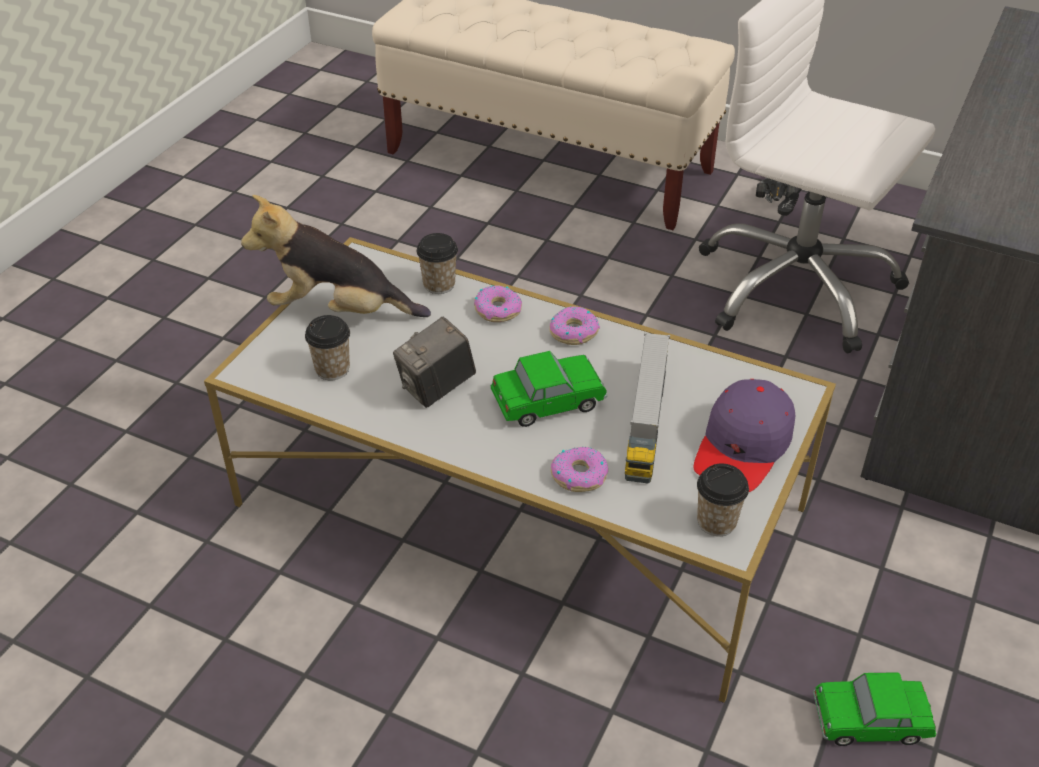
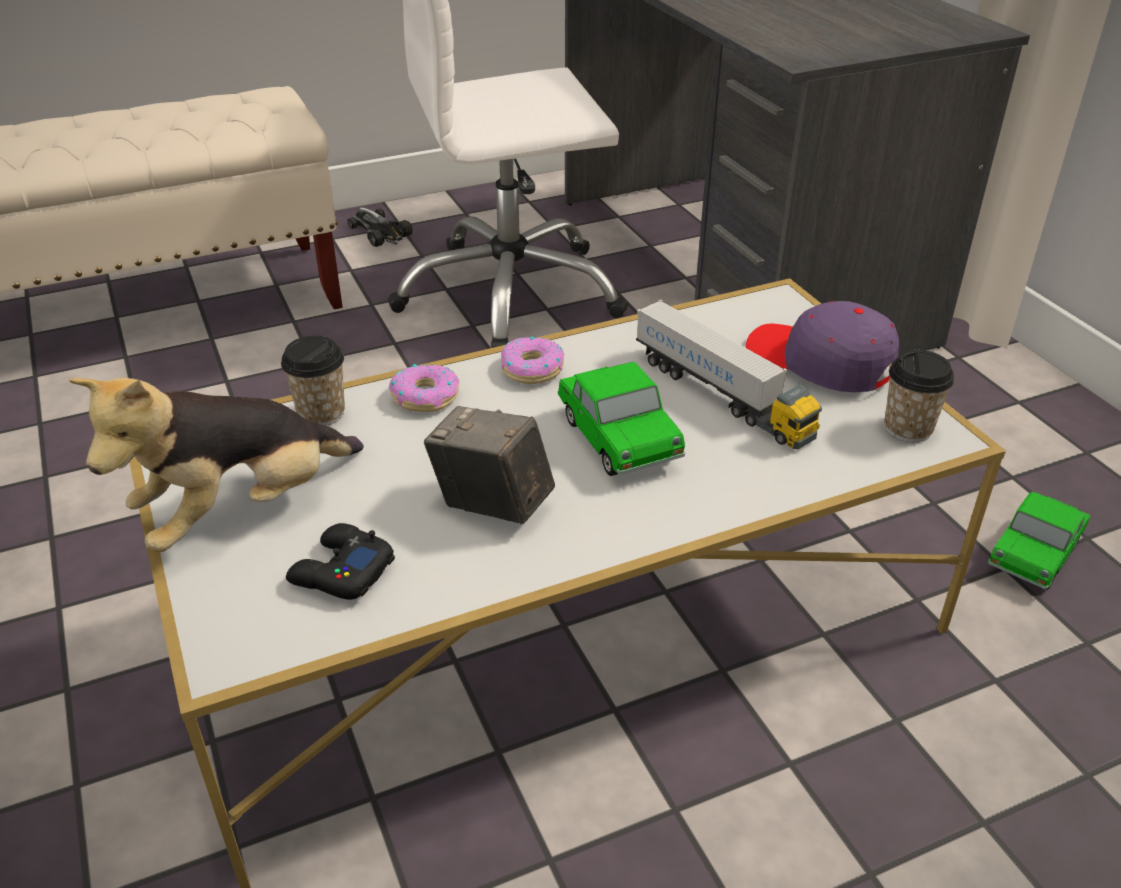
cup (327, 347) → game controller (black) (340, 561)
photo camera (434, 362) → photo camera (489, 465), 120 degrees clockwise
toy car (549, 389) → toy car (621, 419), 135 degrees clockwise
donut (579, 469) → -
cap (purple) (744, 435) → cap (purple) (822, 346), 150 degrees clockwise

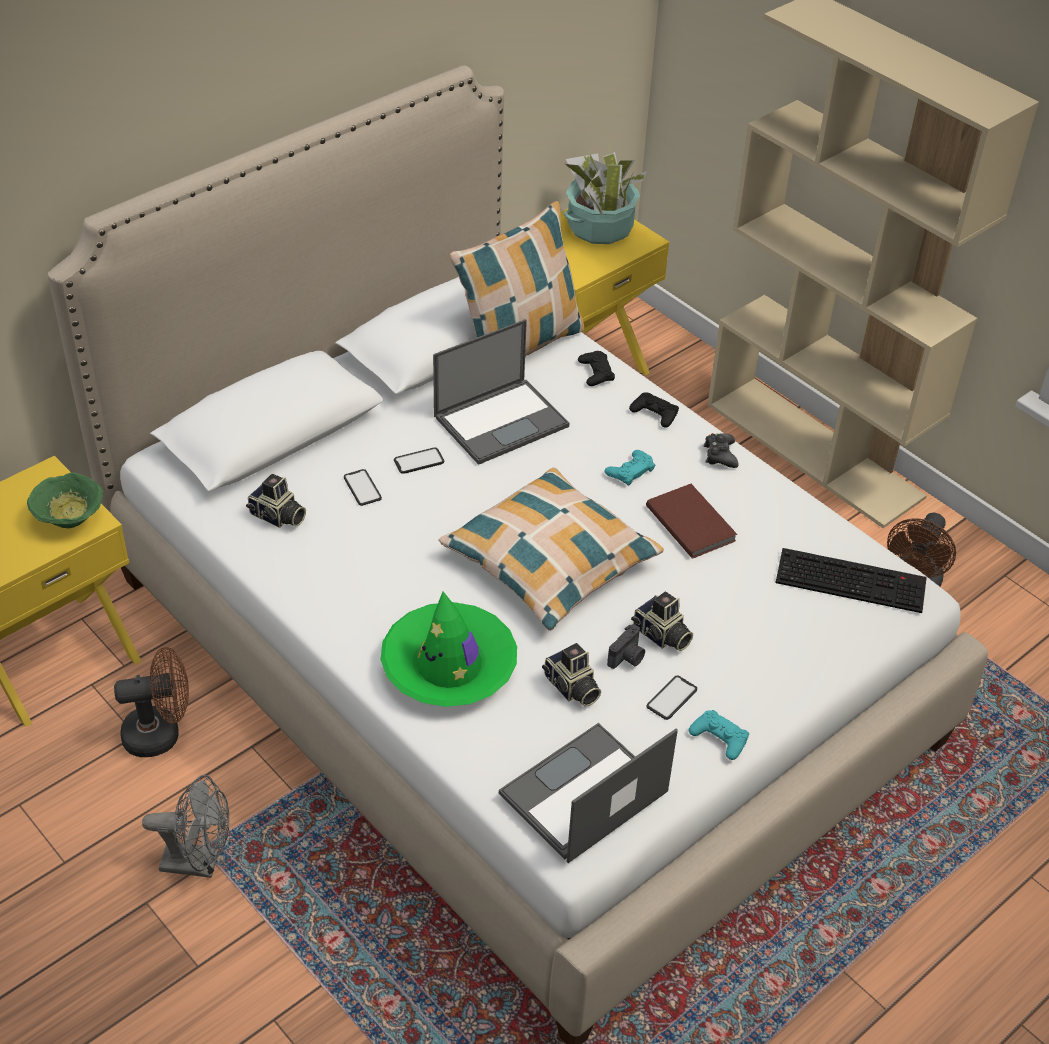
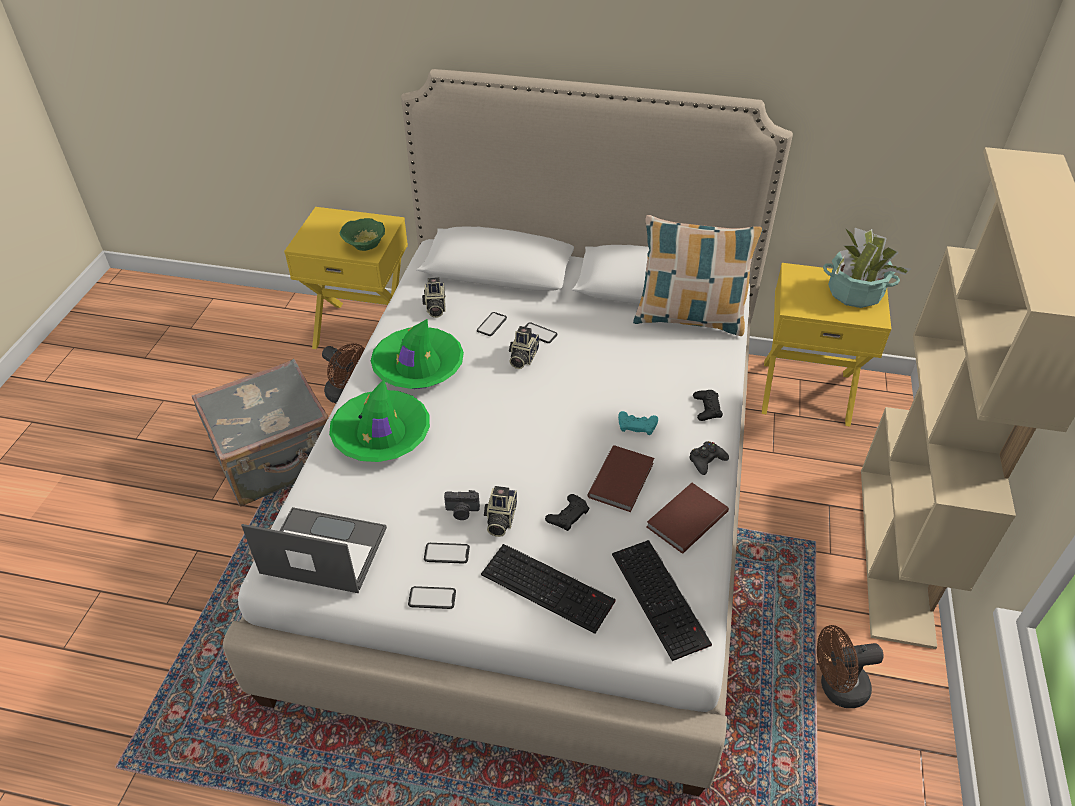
fan (grey) (186, 826) → suitcase (grey) (260, 433)
laptop (501, 392) → -
pillow (551, 549) → -
photo camera (571, 675) → photo camera (524, 347), relocated
game controller (black) (596, 368) → game controller (black) (567, 512), relocated
game controller (turquoise) (719, 735) → phone (432, 597)
- → hat (green) (417, 354)
- → keyboard (548, 589)
- → book (brown) (688, 518)

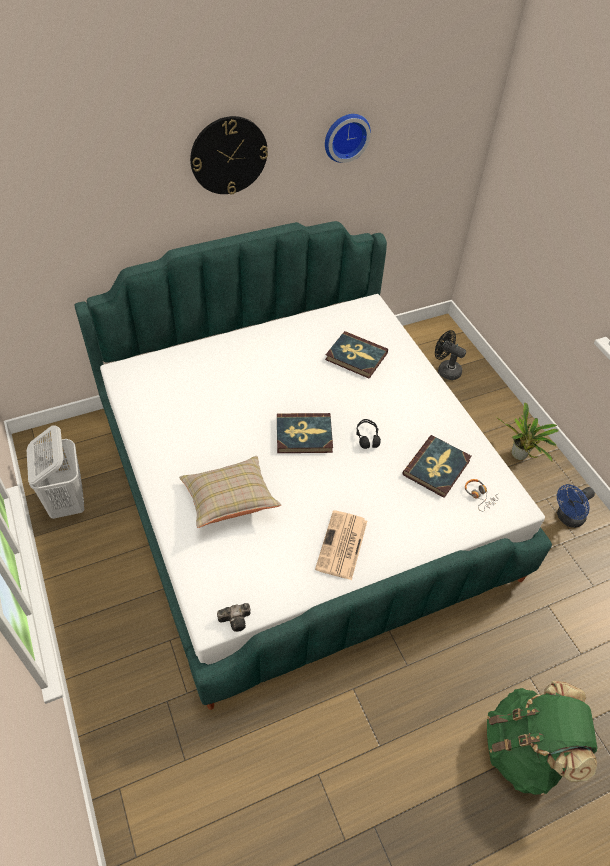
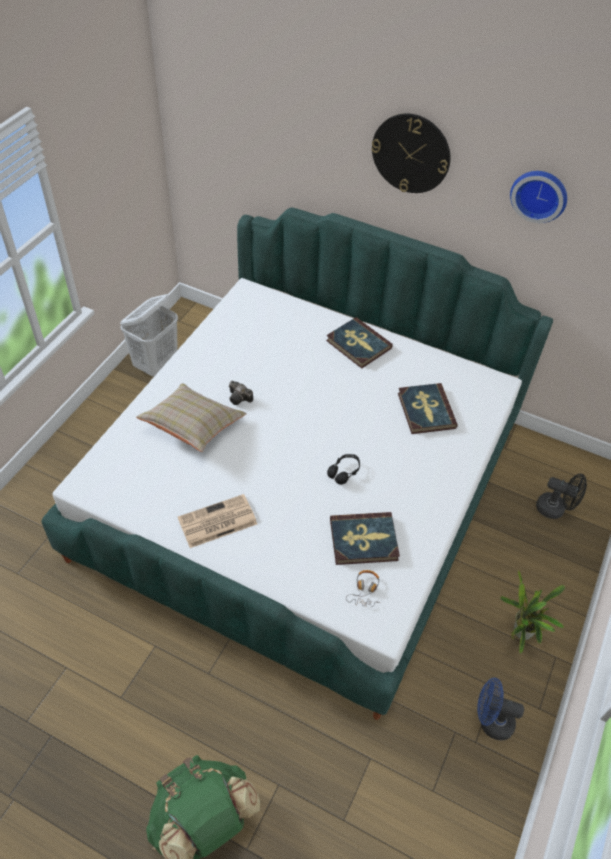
photo camera (234, 617) → photo camera (241, 393), relocated
book (305, 433) → book (359, 343), relocated
fan (black) (450, 355) → fan (black) (561, 496), 120 degrees clockwise

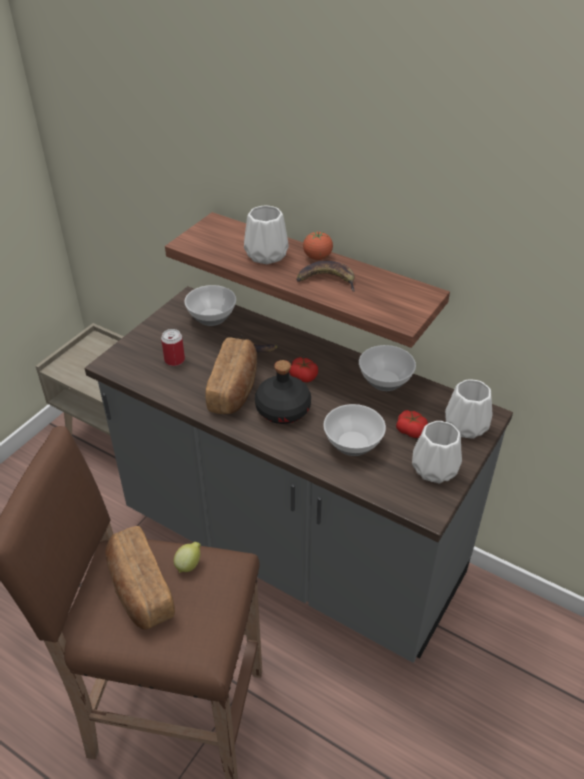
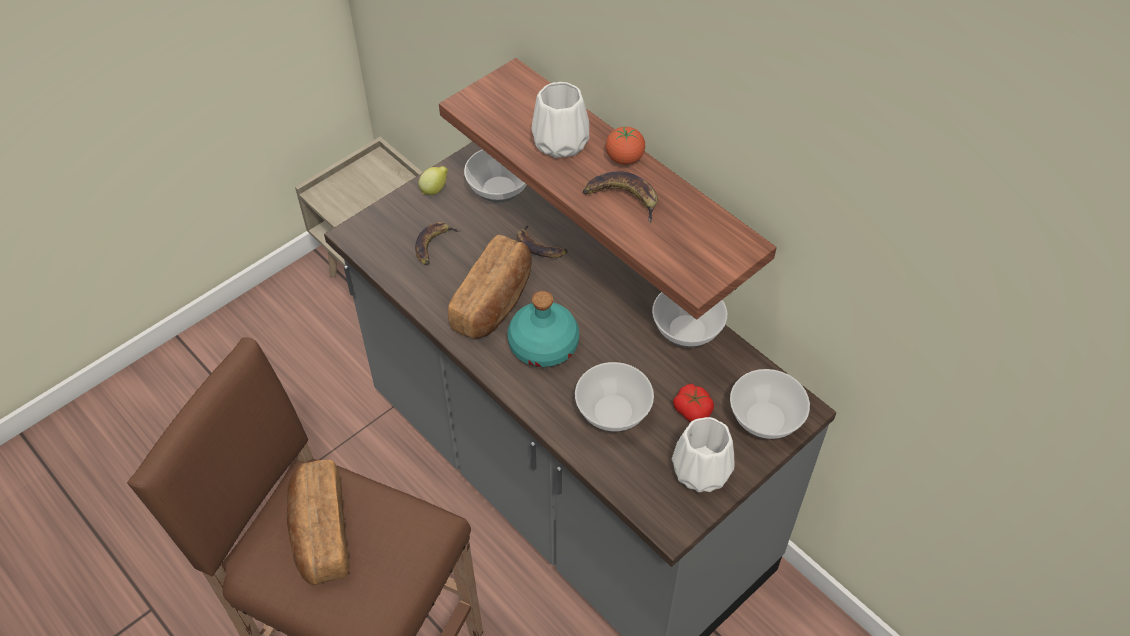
can (173, 347) → banana (438, 243)
lemon (187, 557) → lemon (433, 180), relocated
bottle (black) (283, 392) → bottle (turquoise) (543, 329)
tomato (303, 369) → -
vase (white) (468, 409) → bowl (770, 404)

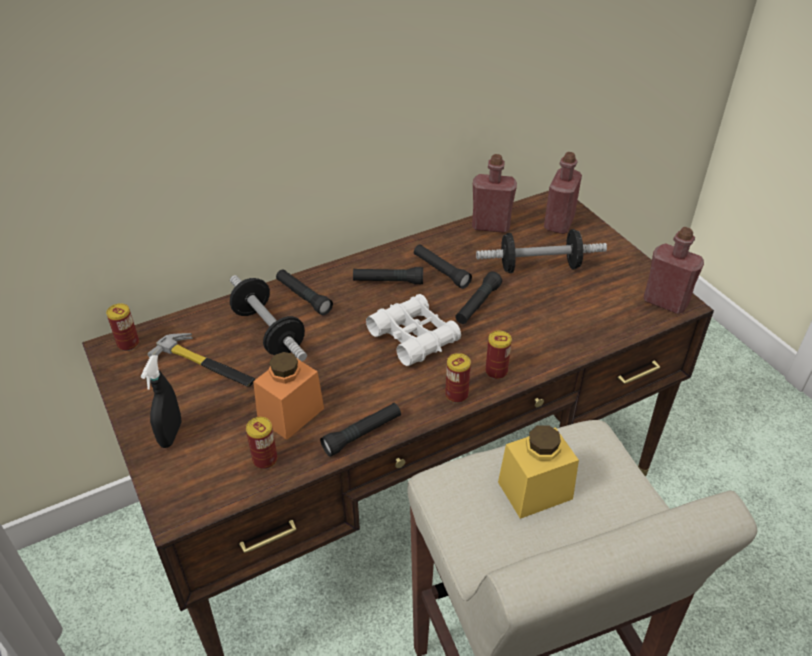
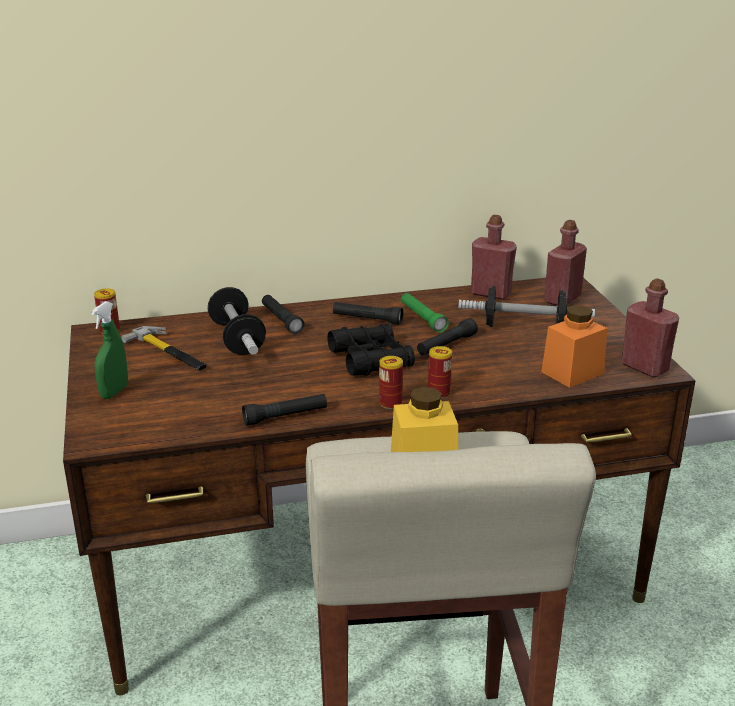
spray bottle (black) (161, 401) → spray bottle (green) (109, 350)
can (261, 443) → -
jar (orange) (288, 396) → jar (orange) (574, 346), relocated
binoculars (white) (413, 330) → binoculars (black) (371, 350)
flashlight (black) (443, 266) → flashlight (green) (425, 313)

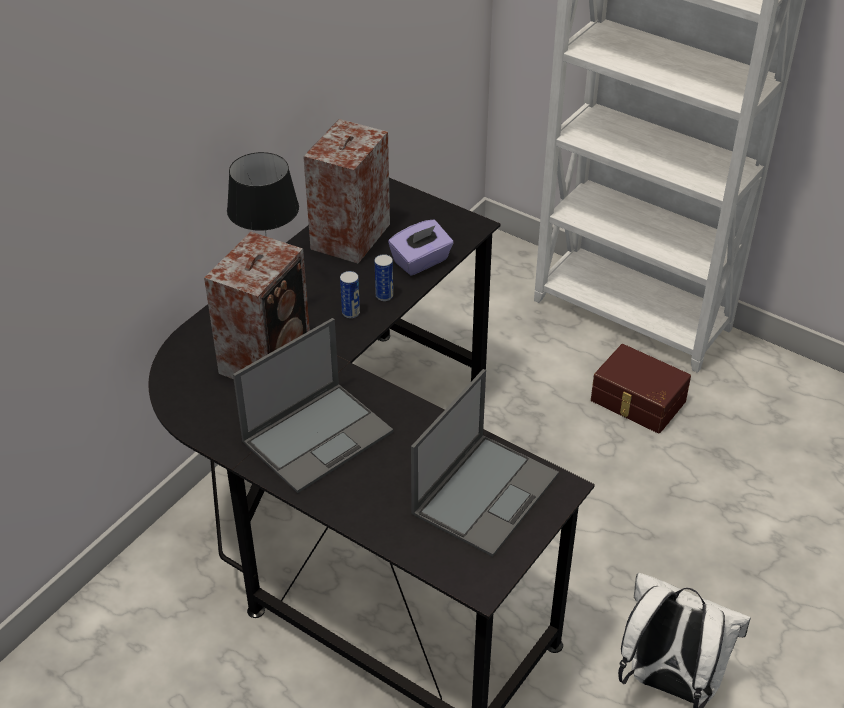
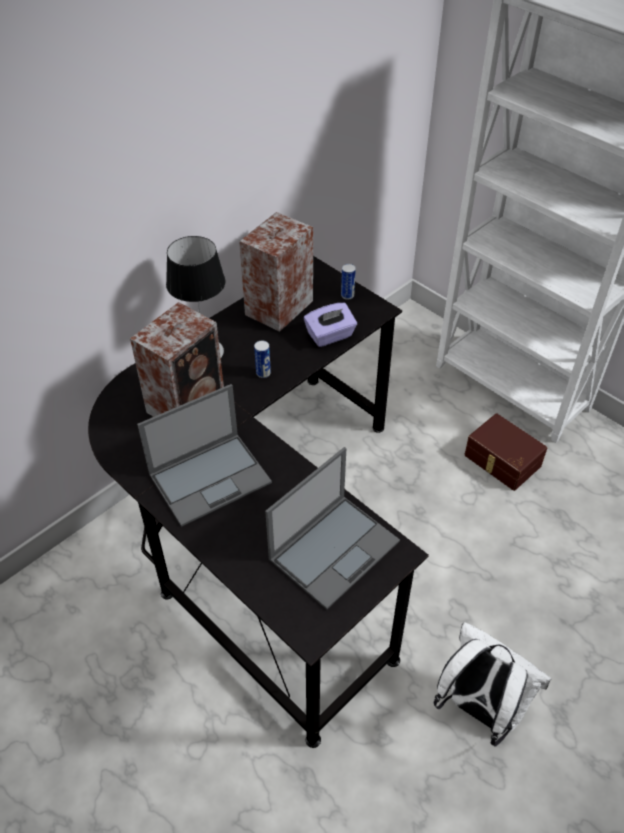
can (384, 277) → can (348, 282), relocated

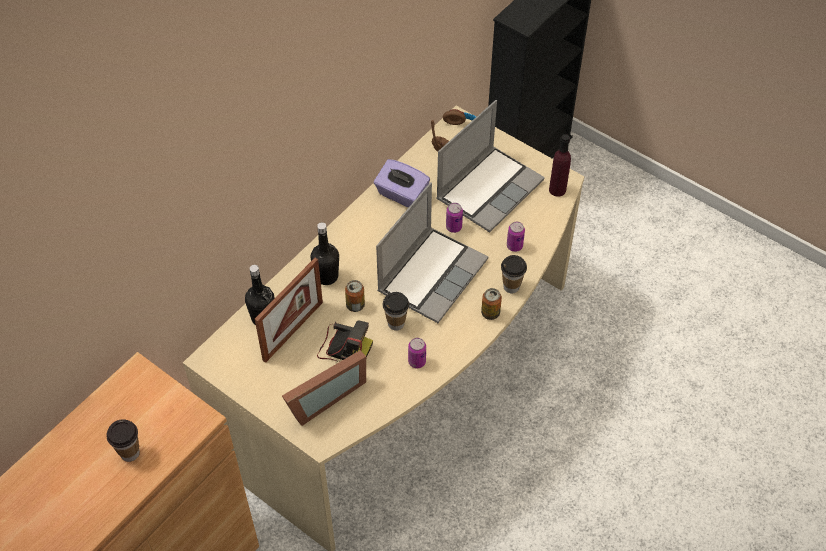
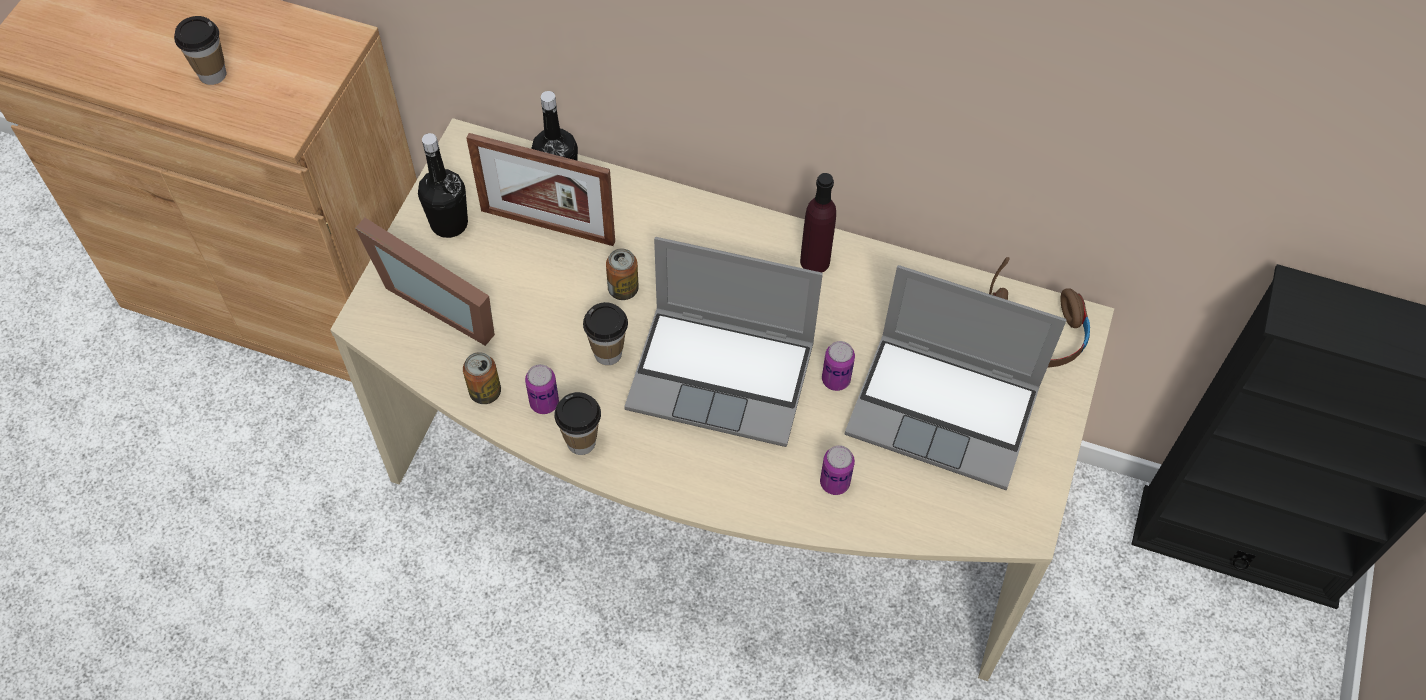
bottle (black) (325, 253) → bottle (black) (443, 185), relocated
photo camera (345, 341) → -
tissue box (purple) (402, 183) → -
can (491, 304) → can (482, 378), relocated
cup (514, 274) → cup (577, 423), relocated
bottle (purple) (560, 165) → bottle (purple) (818, 223), relocated

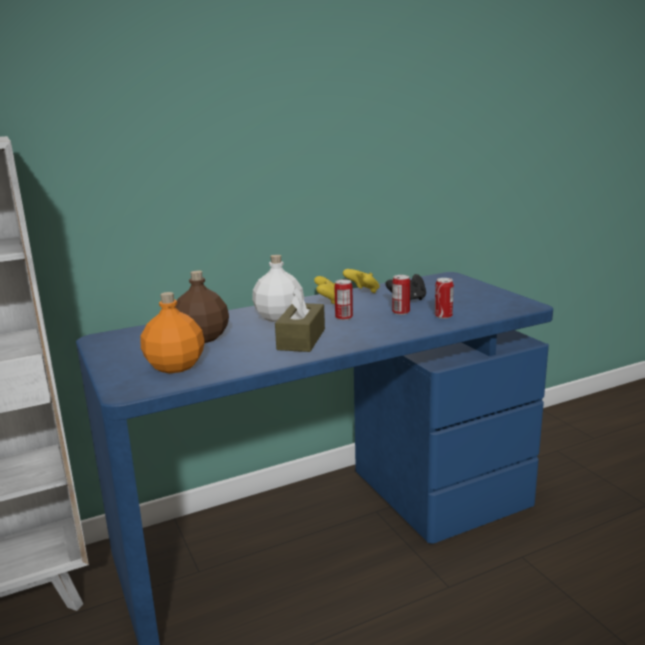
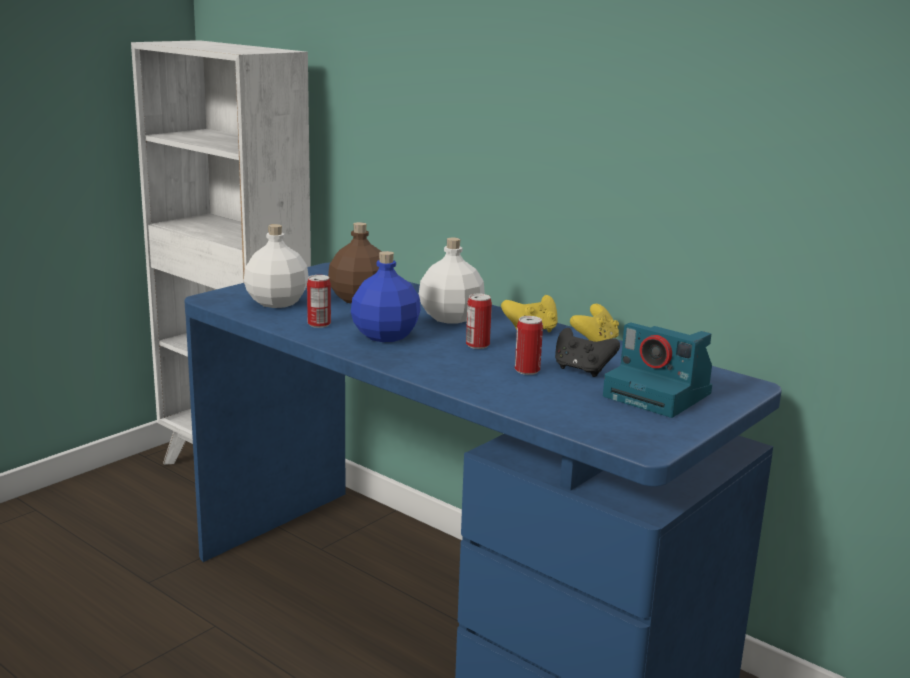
bottle (orange) (173, 332) → bottle (white) (276, 266)
tissue box (brown) (300, 319) → bottle (blue) (386, 296)
can (444, 298) → can (319, 301), relocated
- → photo camera (657, 370)

